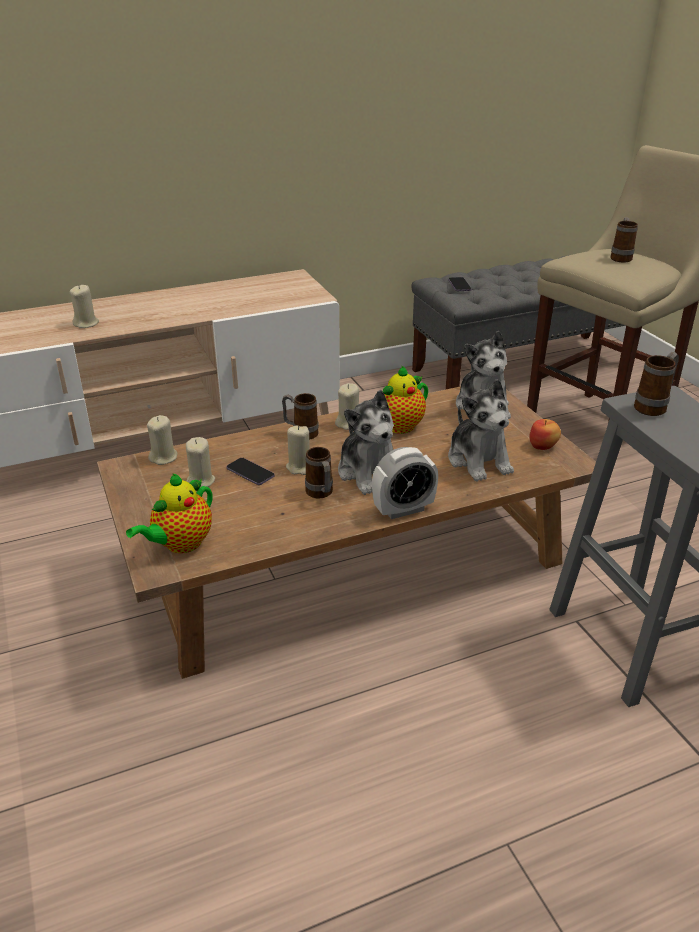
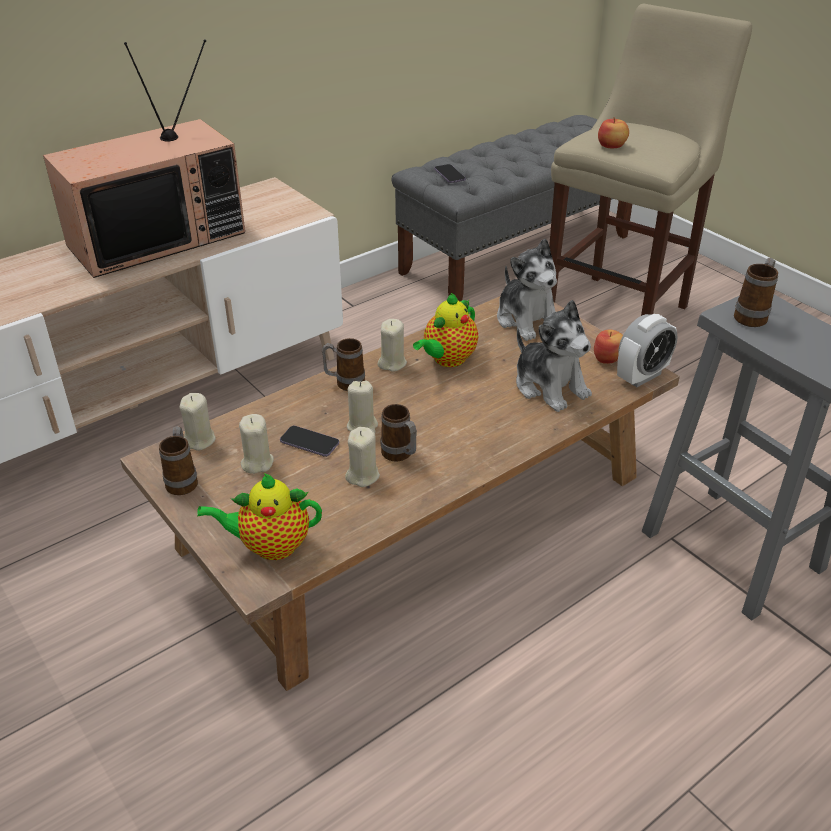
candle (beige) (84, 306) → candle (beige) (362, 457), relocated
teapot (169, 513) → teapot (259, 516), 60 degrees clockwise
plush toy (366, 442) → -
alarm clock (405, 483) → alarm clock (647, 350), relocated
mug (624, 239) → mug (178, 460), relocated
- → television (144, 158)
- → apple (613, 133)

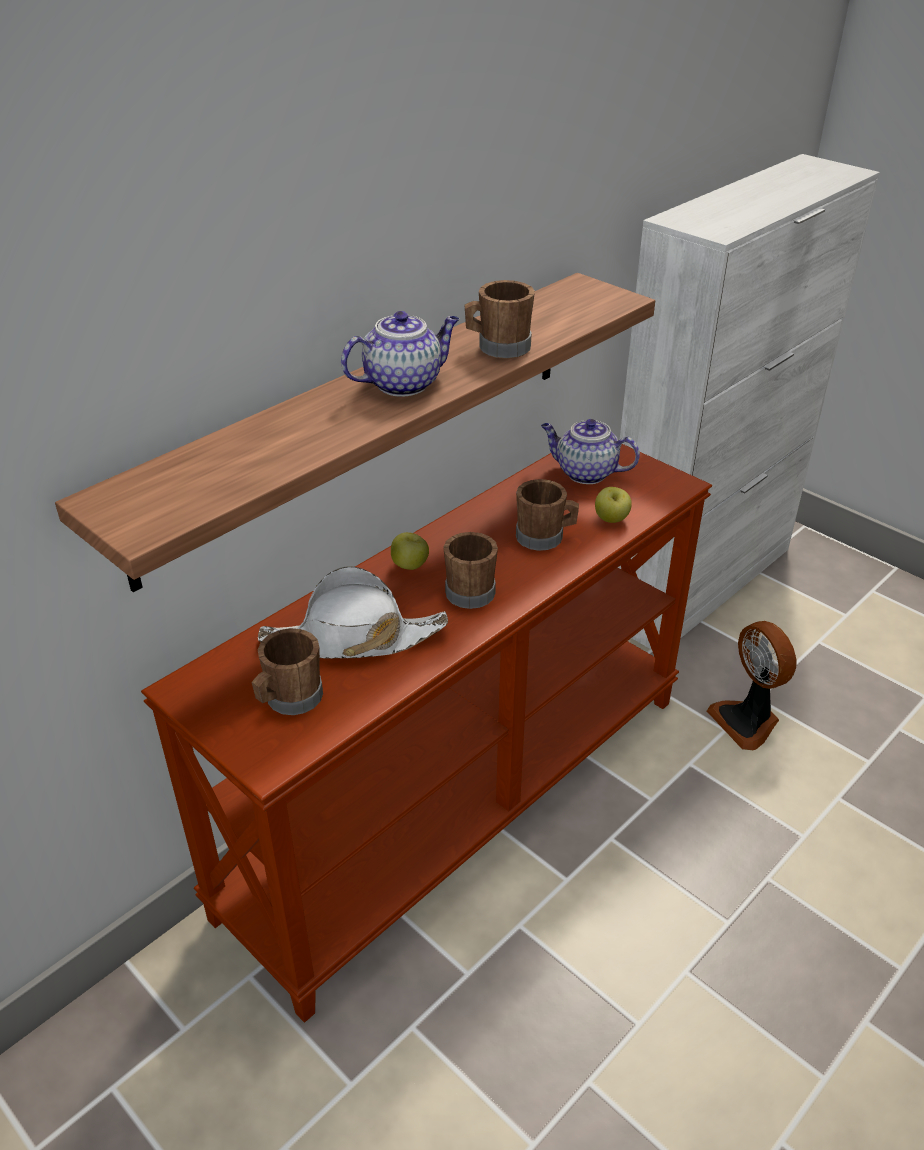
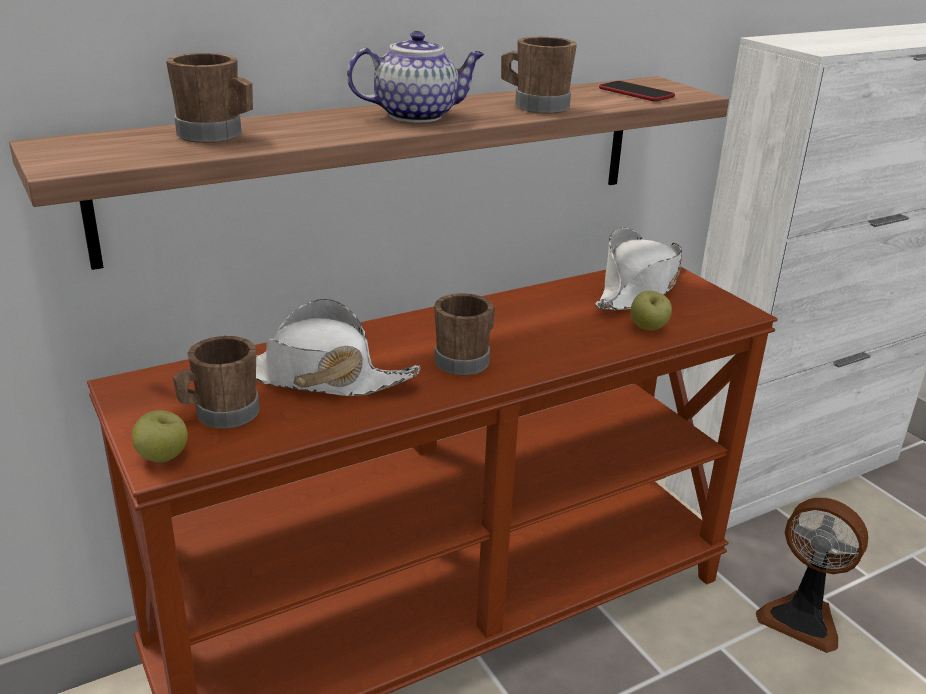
apple (410, 551) → apple (160, 436), relocated
mug (brown) (547, 515) → mug (brown) (209, 98), relocated
teapot (590, 451) → hat (white) (638, 269)
fan (751, 685) → fan (812, 575), 45 degrees counterclockwise
- → phone (637, 91)

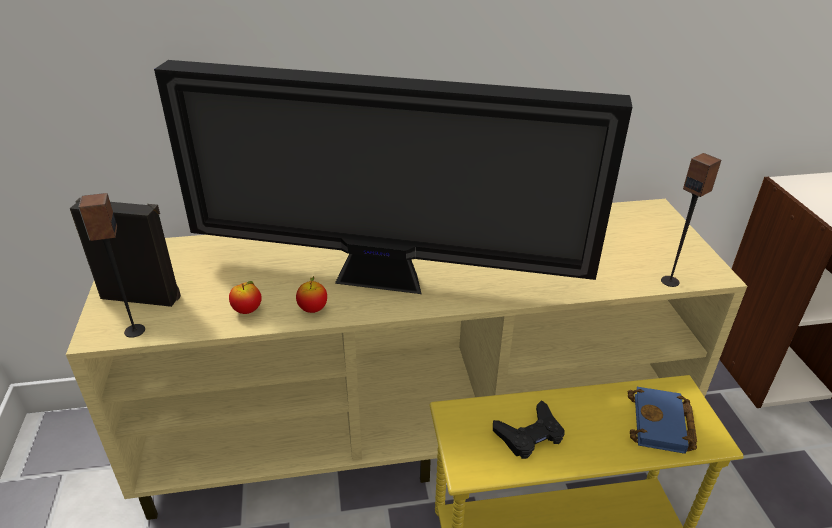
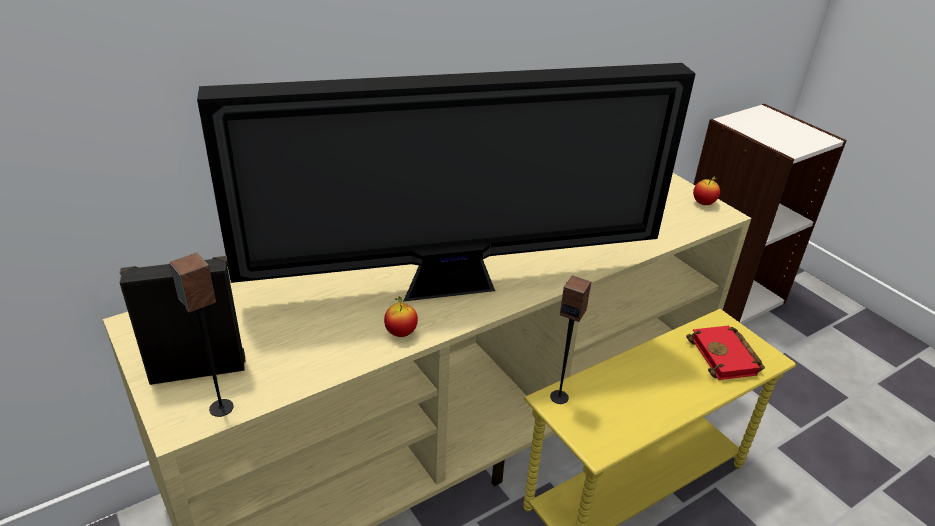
apple (245, 297) → apple (706, 190), relocated
game controller (black) (529, 429) → -
book (blue) (662, 420) → book (red) (725, 353)
speaker (691, 220) → speaker (570, 339), relocated

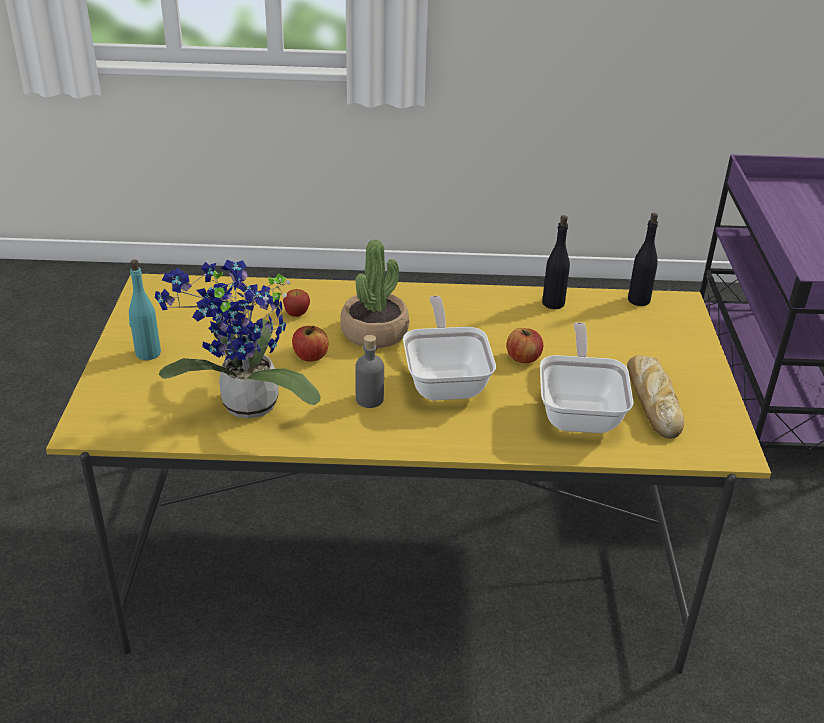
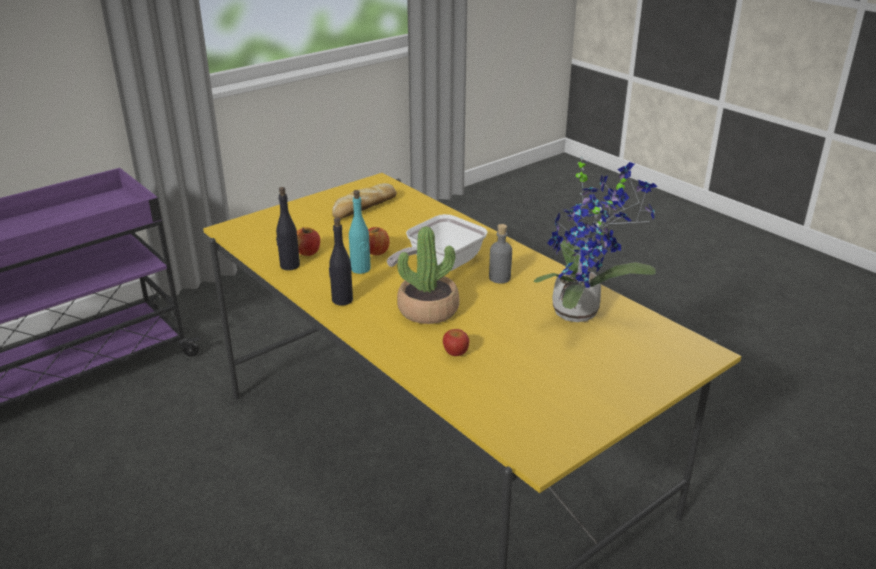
bottle (turquoise) (145, 310) → bottle (turquoise) (360, 232), relocated
apple (310, 344) → apple (308, 241), relocated
frying pan (587, 377) → -
bottle (black) (643, 259) → bottle (black) (341, 261), relocated

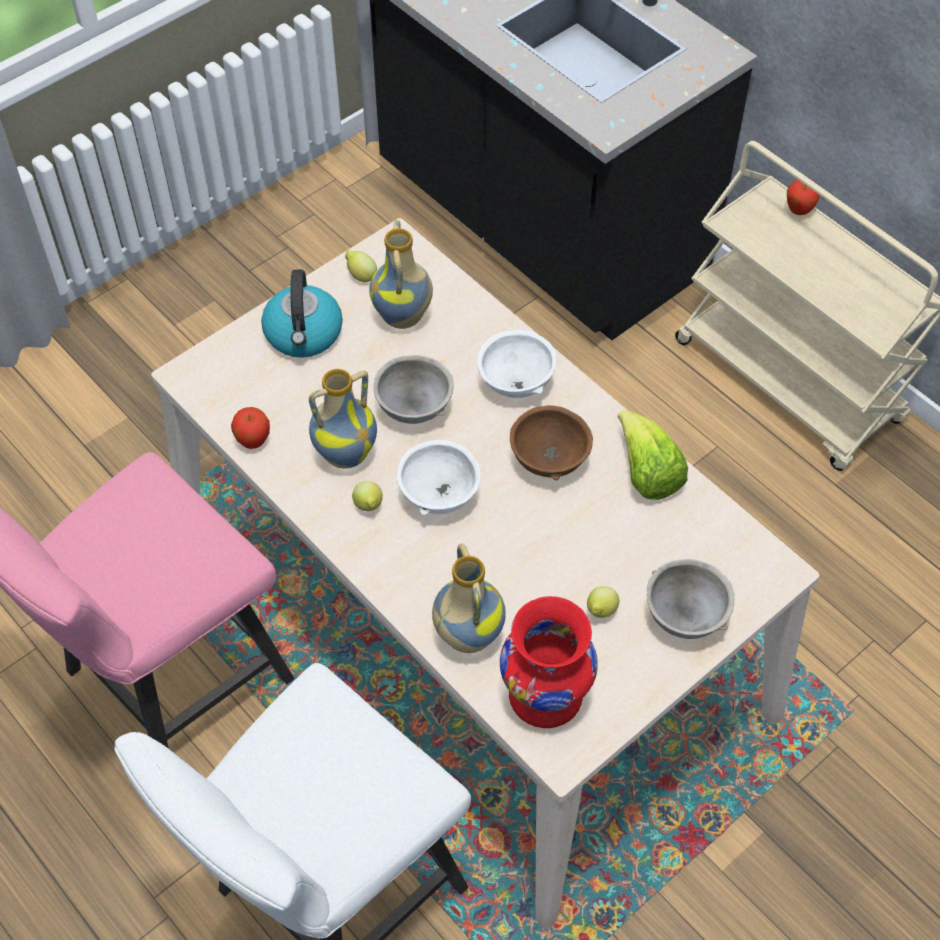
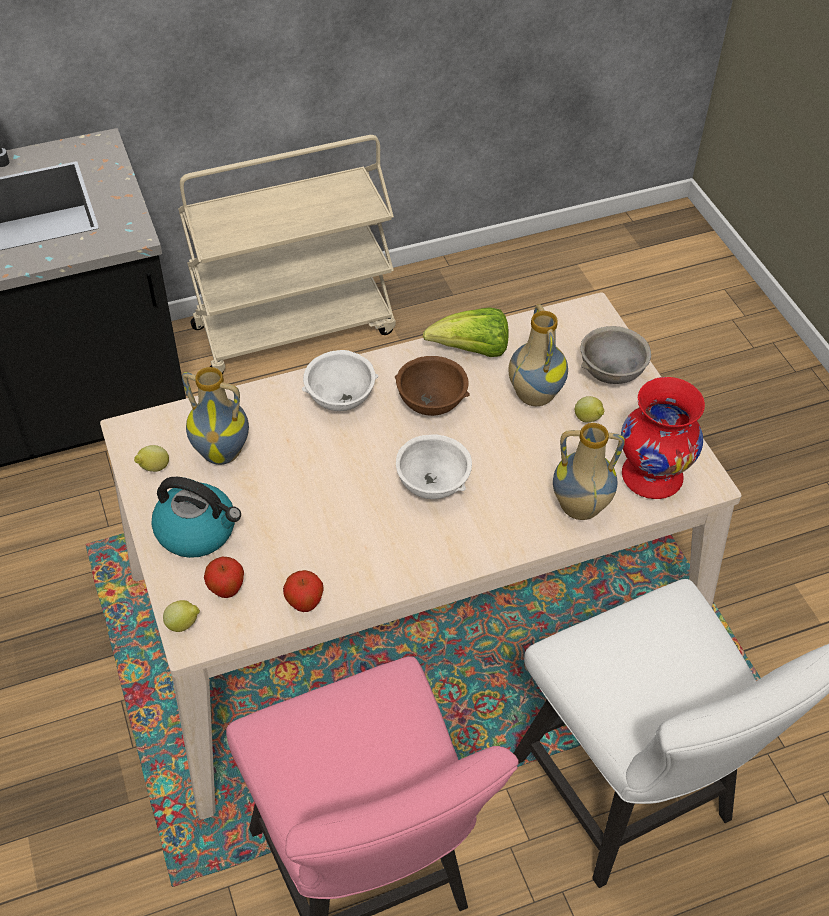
vase (343, 419) → vase (538, 355), relocated
lemon (367, 496) → lemon (181, 616), relocated
bowl (grey) (413, 389) → -
apple (803, 197) → apple (224, 577), relocated

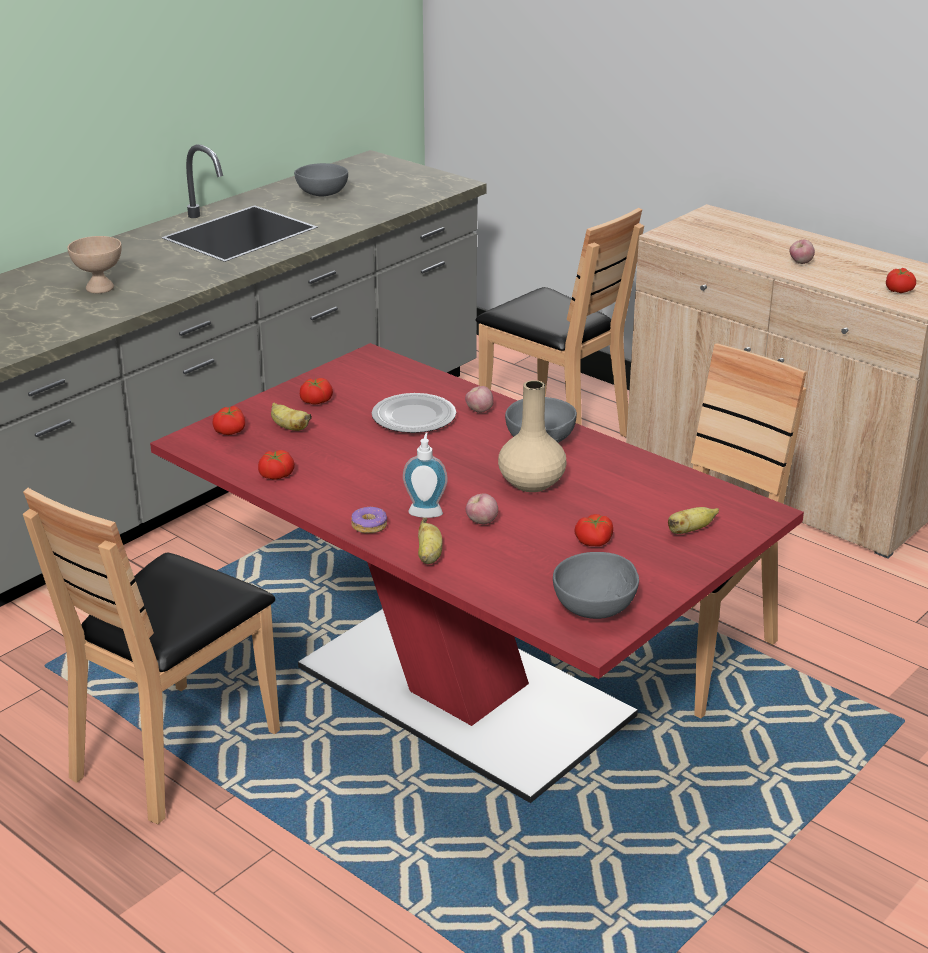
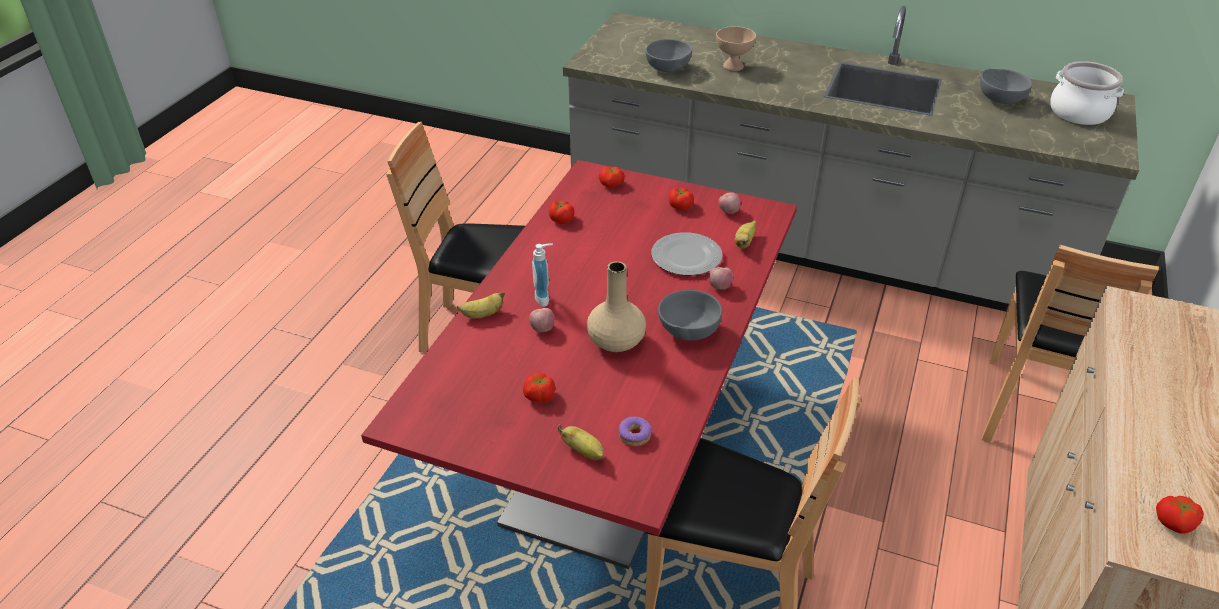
banana (291, 417) → banana (745, 234), relocated
donut (369, 520) → donut (635, 431), relocated
bowl (grey) (596, 585) → bowl (grey) (669, 55), relocated
apple (802, 252) → apple (729, 203), relocated
- → cooking pot (1087, 93)

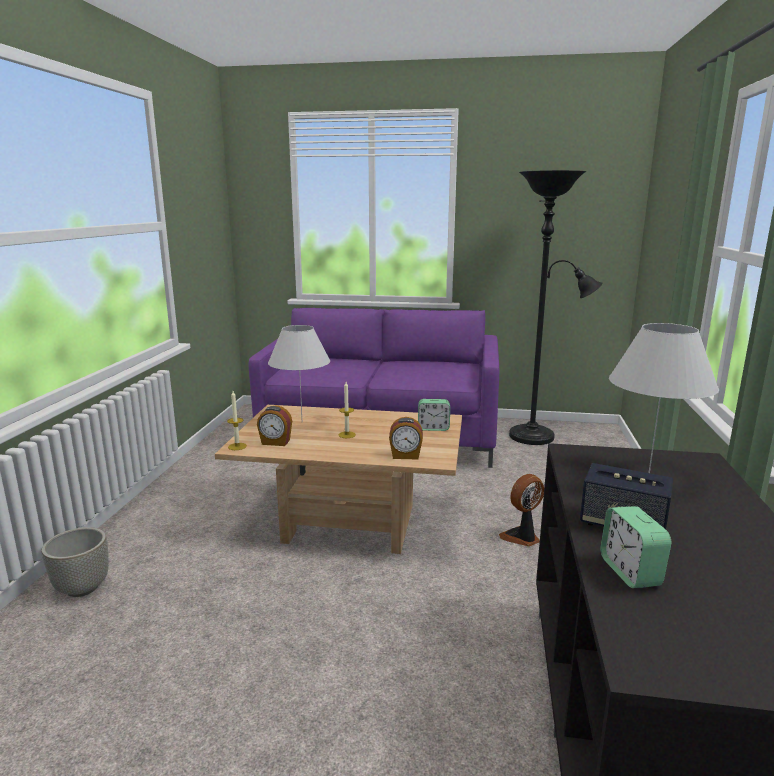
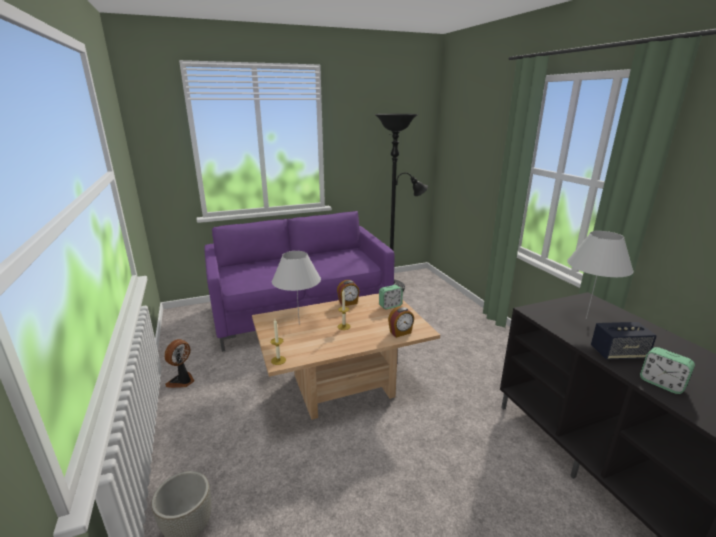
alarm clock (274, 425) → alarm clock (348, 293), relocated
fan (521, 510) → fan (179, 363), relocated

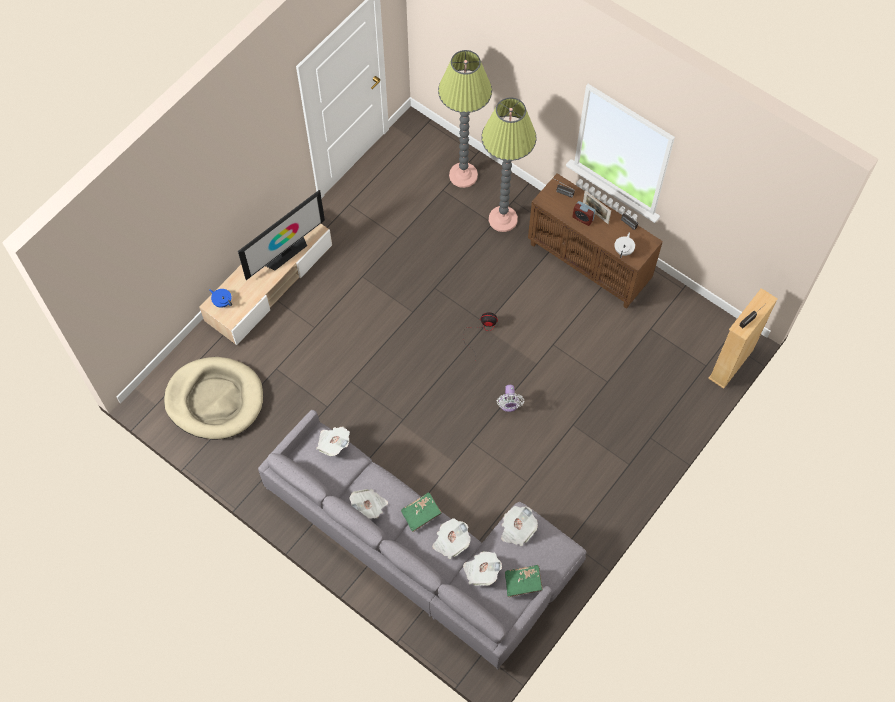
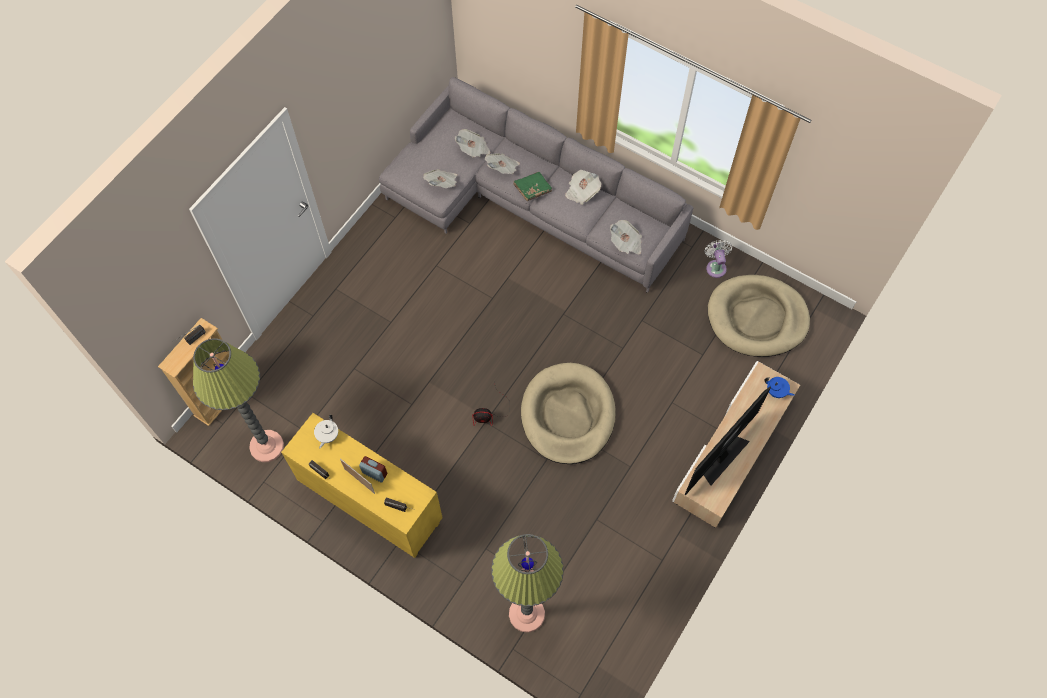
floor lamp (508, 164) → floor lamp (238, 400), relocated
fan (white) (510, 398) → fan (white) (718, 259), relocated
book (green) (524, 581) → -
cabinet (brown) (595, 241) → cabinet (yellow) (362, 485)
- → dog bed (beige) (568, 413)

